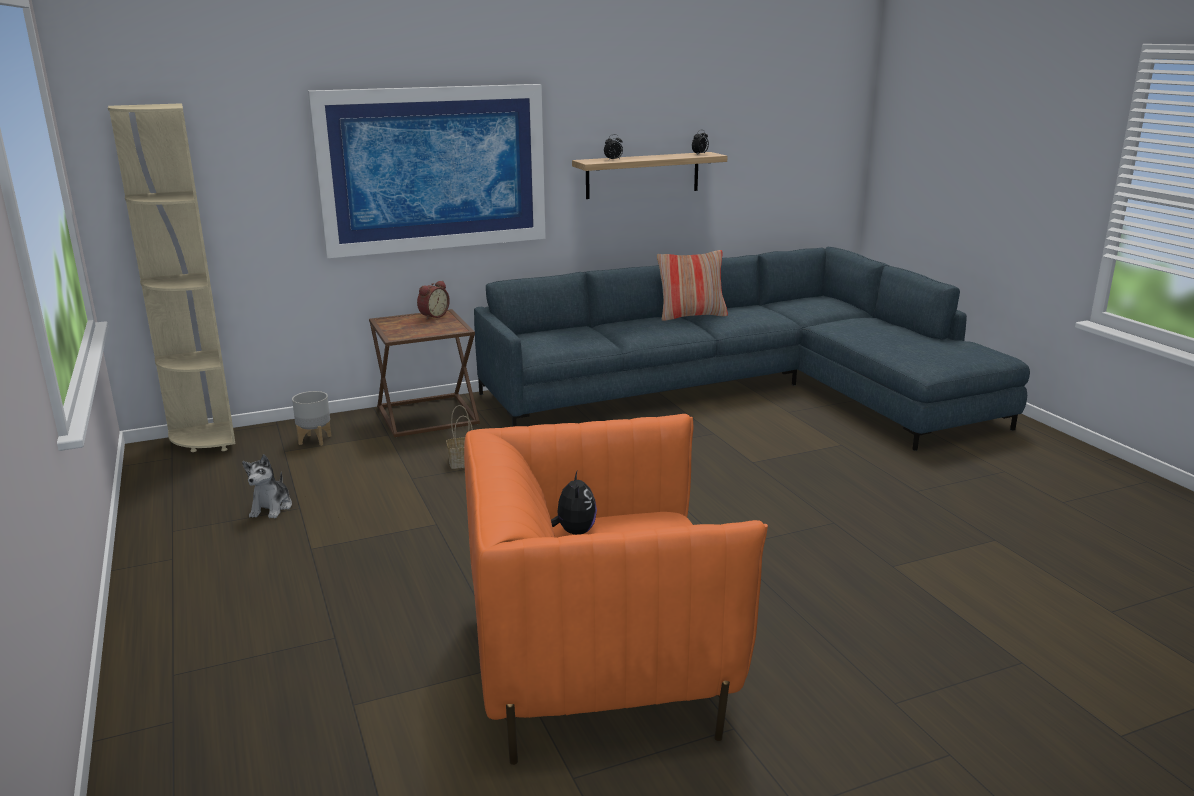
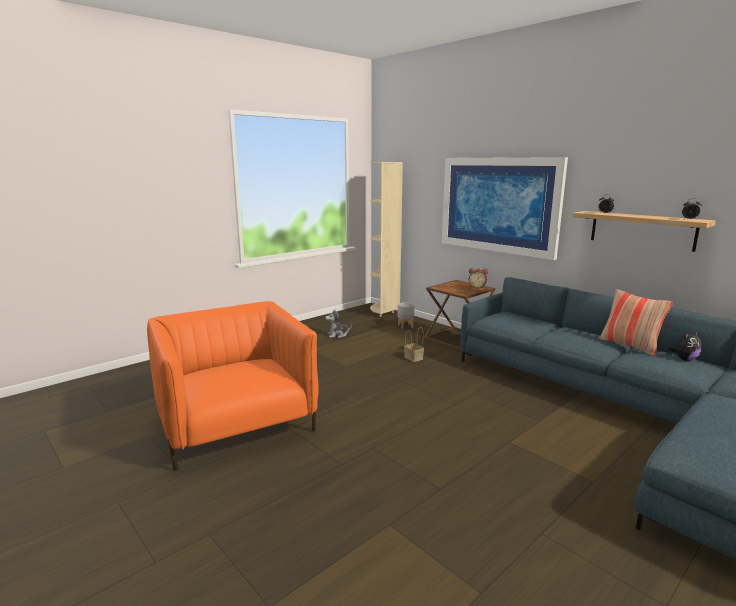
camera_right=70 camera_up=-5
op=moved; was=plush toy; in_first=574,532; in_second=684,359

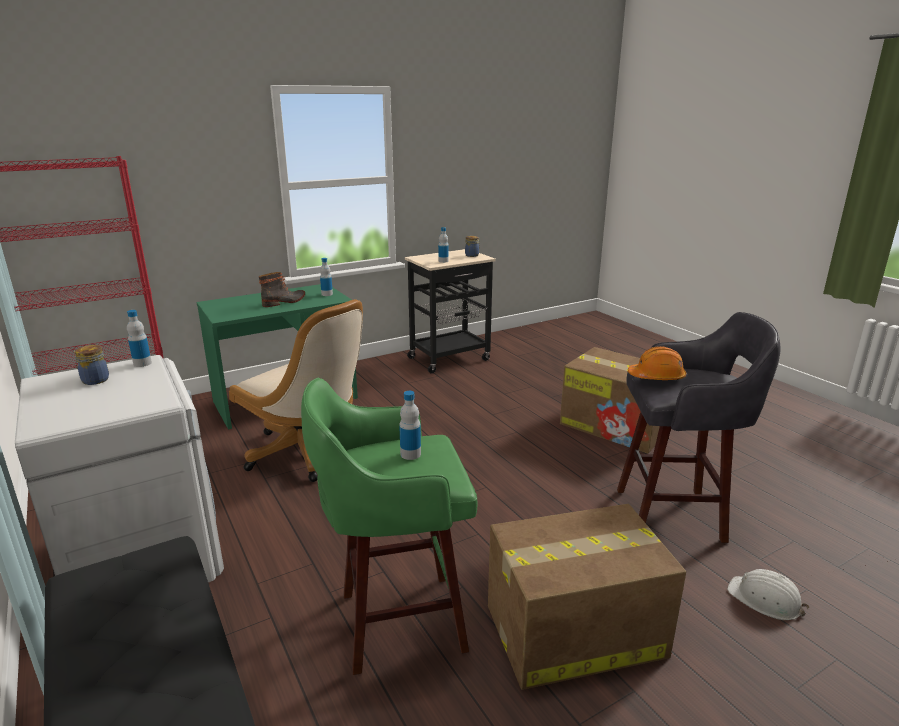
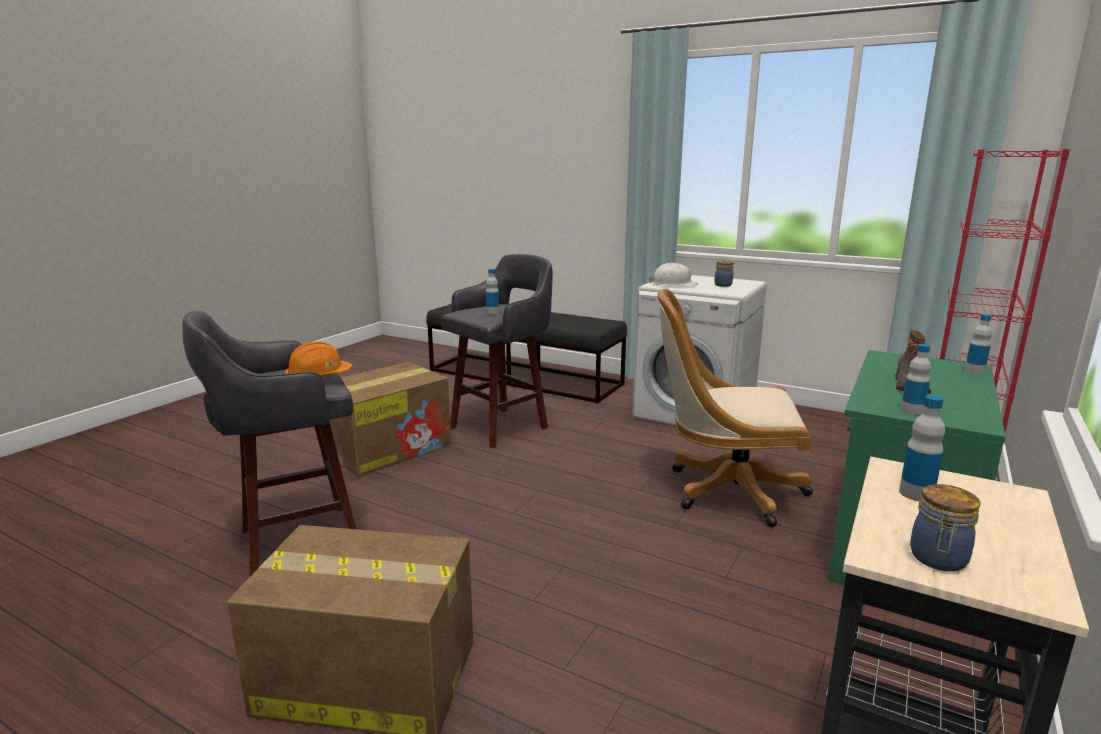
camera_right=150 camera_up=-5
op=moved; was=bottle; in_first=142,363; in_second=974,371
op=recoloured; was=stool in green; now=stool in grey; in_first=395,622; in_second=502,427
op=moved; was=hard hat in white; in_first=765,599; in_second=673,284

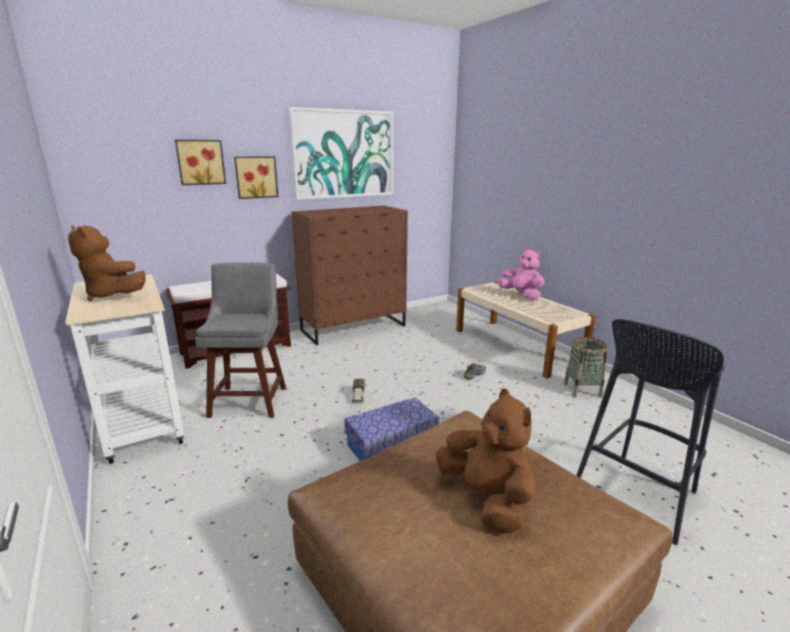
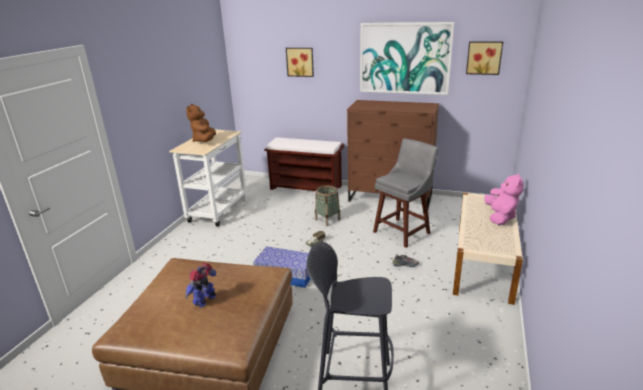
camera_right=50 camera_up=5
op=moved; was=chair in grey; in_first=250,399; in_second=403,231
op=moved; was=picture; in_first=256,177; in_second=484,57
op=replaced; was=plush toy in brown; now=toy robot; in_first=486,499; in_second=205,300
op=moved; was=basket; in_first=582,390; in_second=327,220

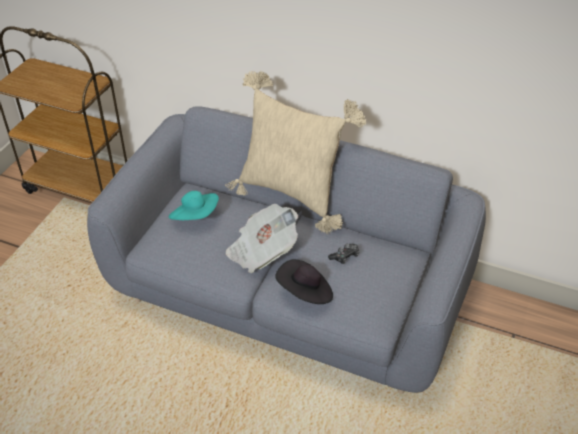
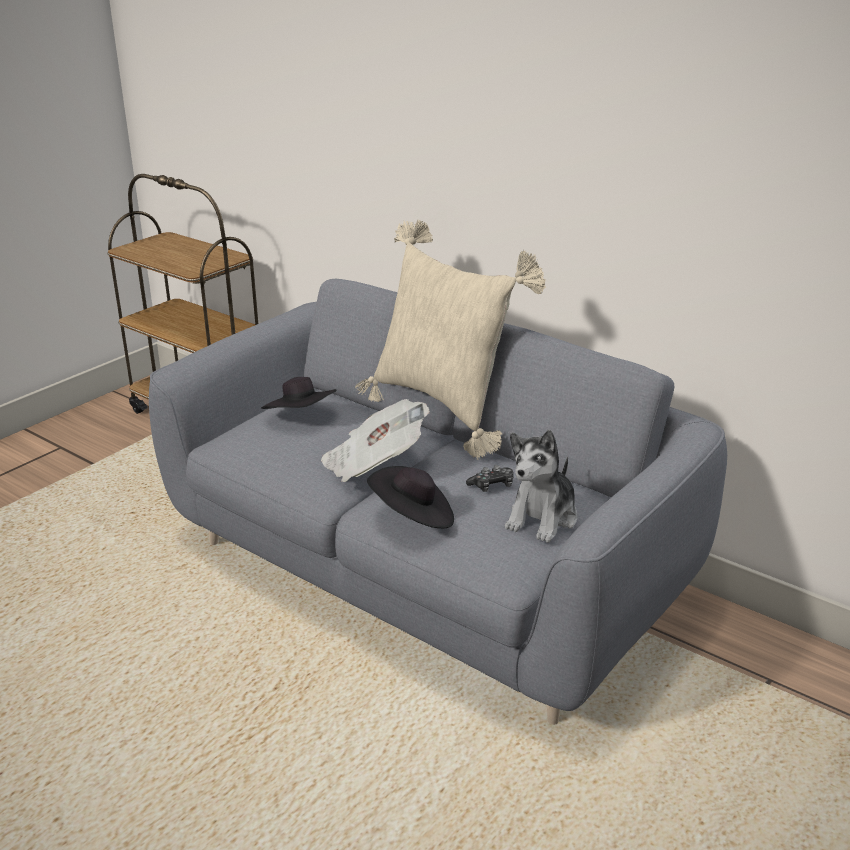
camera_right=15 camera_up=-15
op=recoloured; was=hat in turquoise; now=hat in black; in_first=195,217; in_second=301,418
op=added; now=plush toy; in_second=542,518

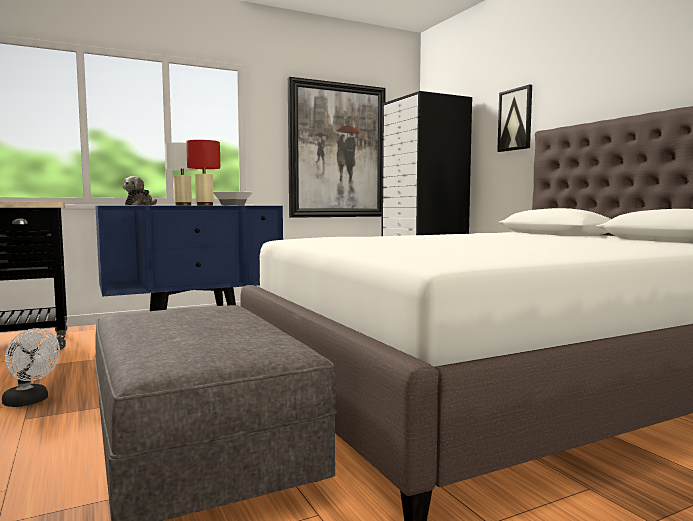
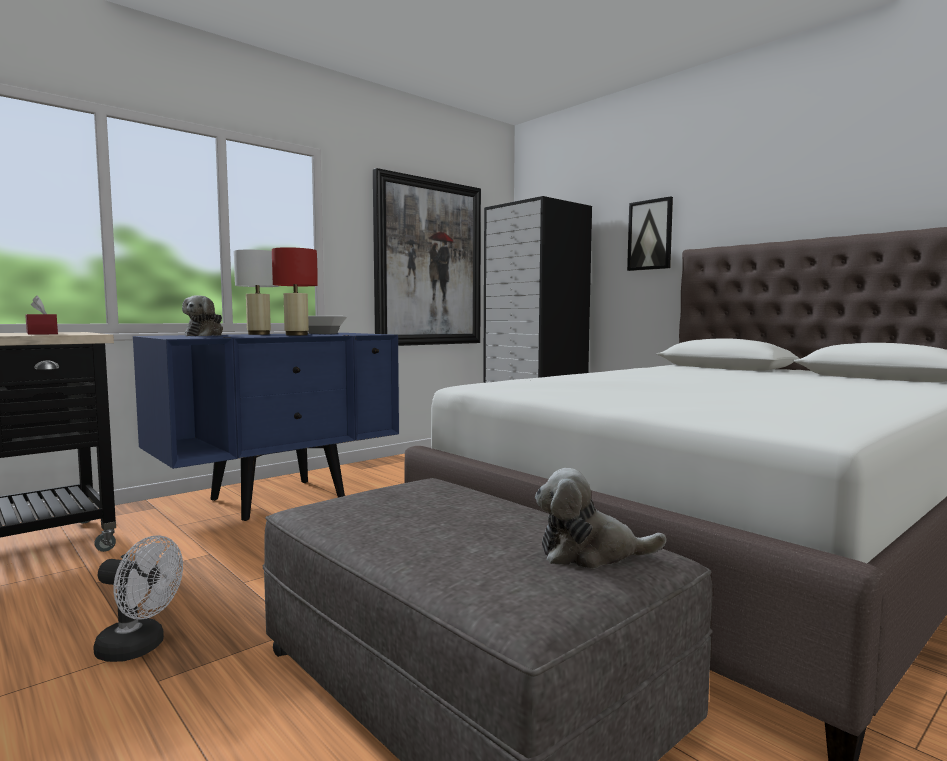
camera_right=-15 camera_up=0
op=added; now=tissue box in red; in_second=42,333
op=added; now=plush toy; in_second=590,553

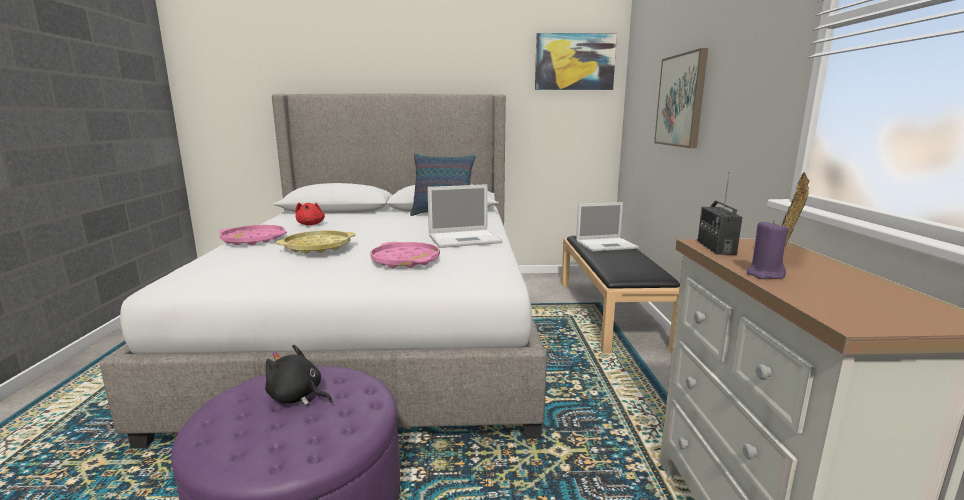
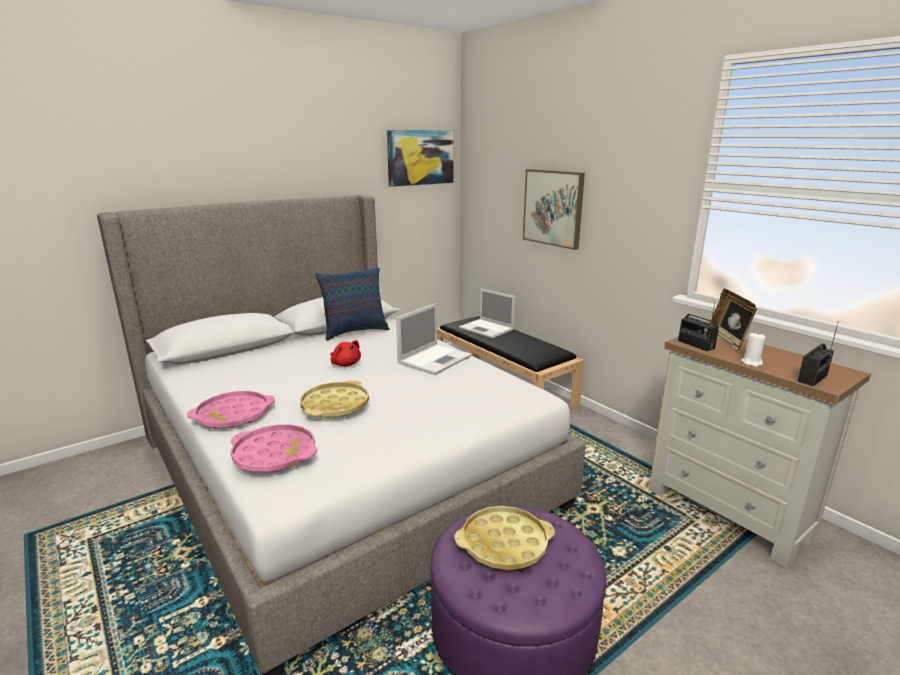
camera_right=-35 camera_up=5
op=replaced; was=plush toy in black; now=tray in yellow; in_first=297,397; in_second=504,544
op=moved; was=plush toy in red; in_first=311,224; in_second=345,364
op=moved; was=tray in pink; in_first=405,260; in_second=274,454
op=turned; was=laptop; in_first=607,245; in_second=487,329; clockwise=90
op=recoloured; was=candle in purple; now=candle in white; in_first=764,274; in_second=752,362
op=added; now=radio; in_second=812,378

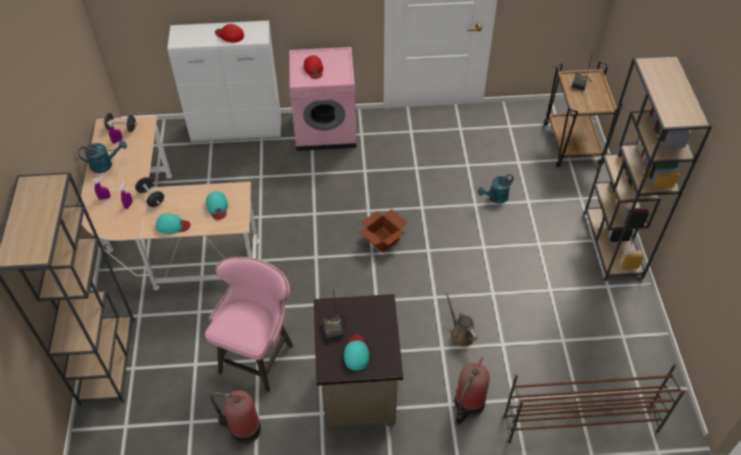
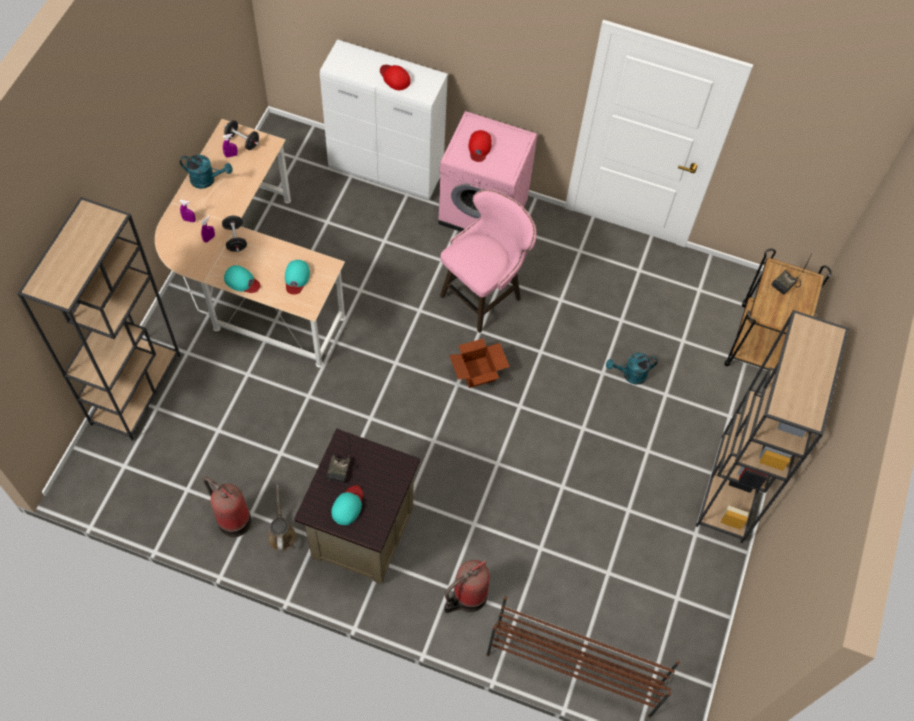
camera_right=20 camera_up=10
op=moved; was=stool in pink; in_first=258,356; in_second=483,295
op=moved; was=watering can in brown; in_first=461,333; in_second=281,533

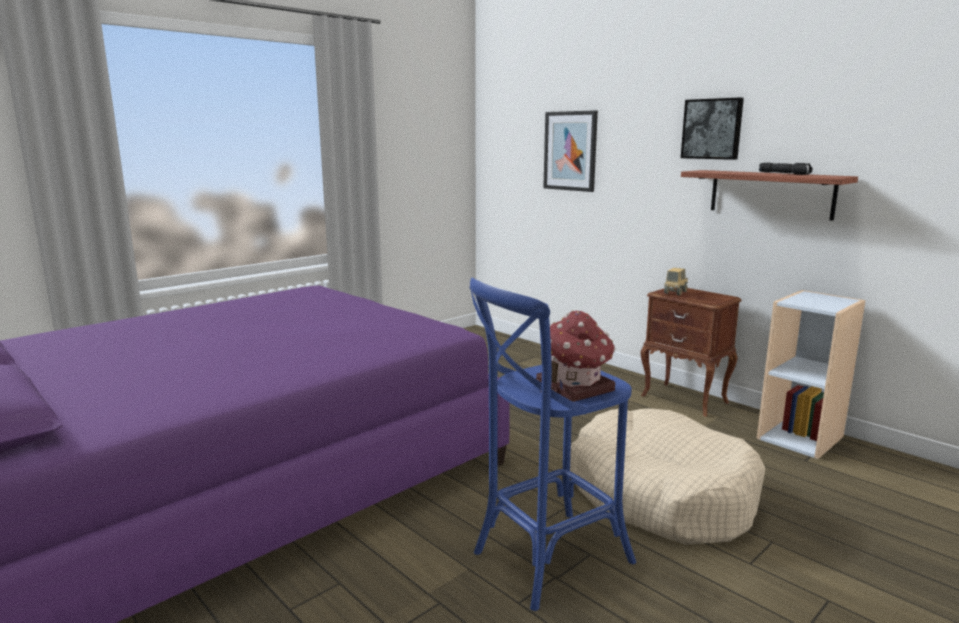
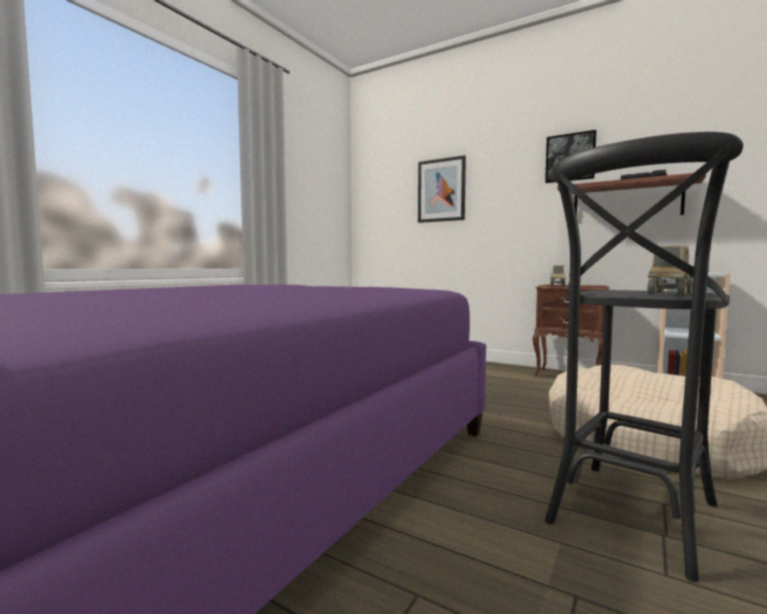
camera_right=-15 camera_up=-10
op=recoloured; was=stool in blue; now=stool in black; in_first=546,559; in_second=629,516
op=replaced; was=toy house; now=toy truck; in_first=575,388; in_second=669,294

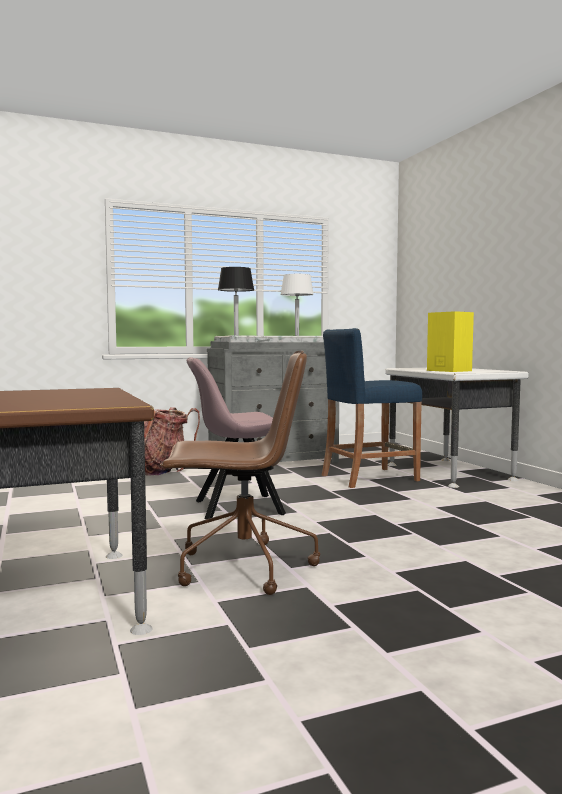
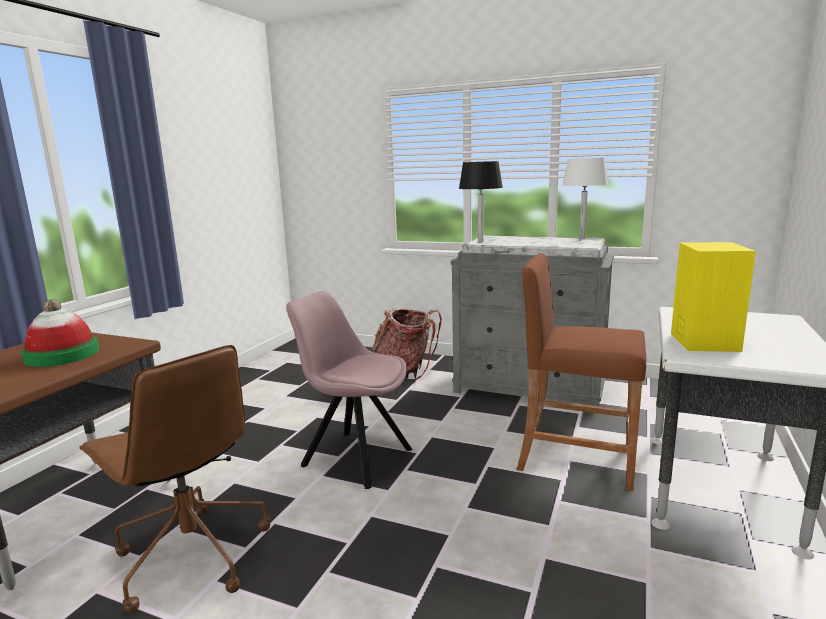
camera_right=45 camera_up=10
op=recoloured; was=stool in blue; now=stool in brown; in_first=369,478; in_second=576,458
op=added; now=hat; in_second=62,355

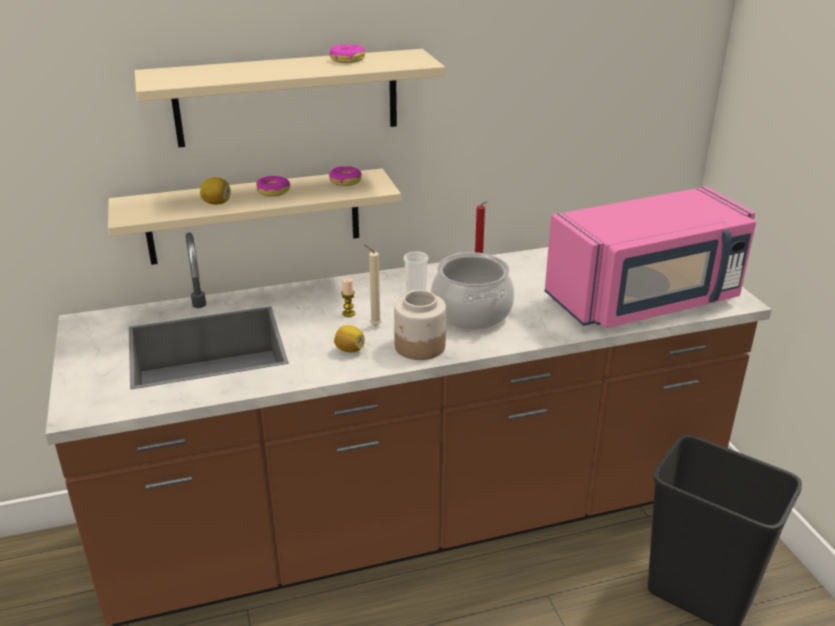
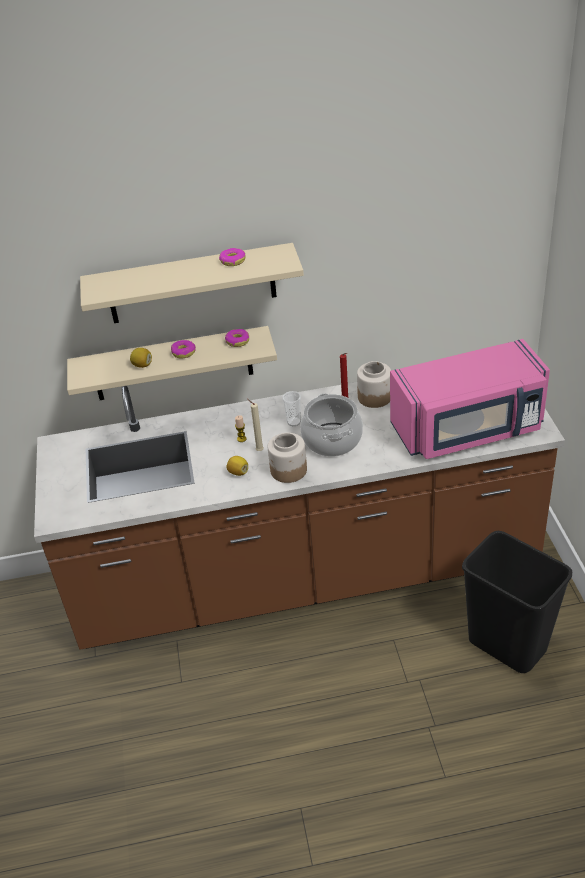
camera_right=10 camera_up=10
op=added; now=jar; in_second=374,397

